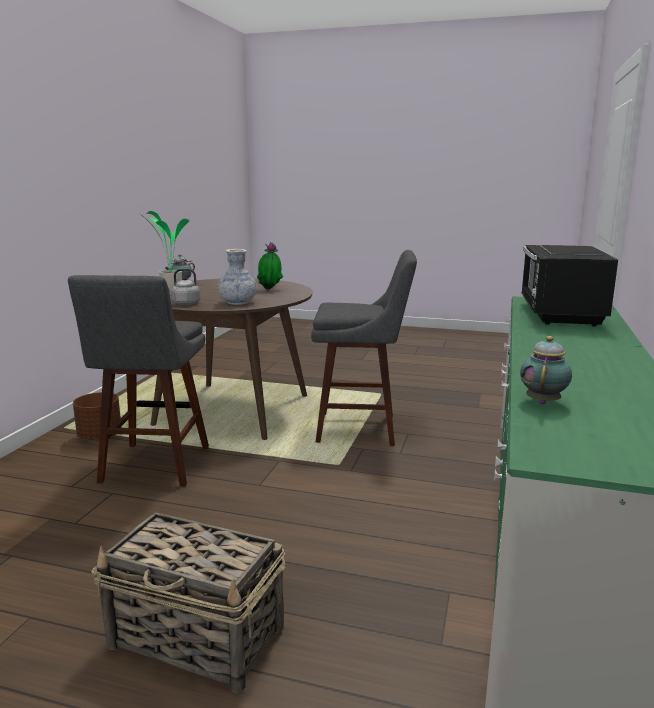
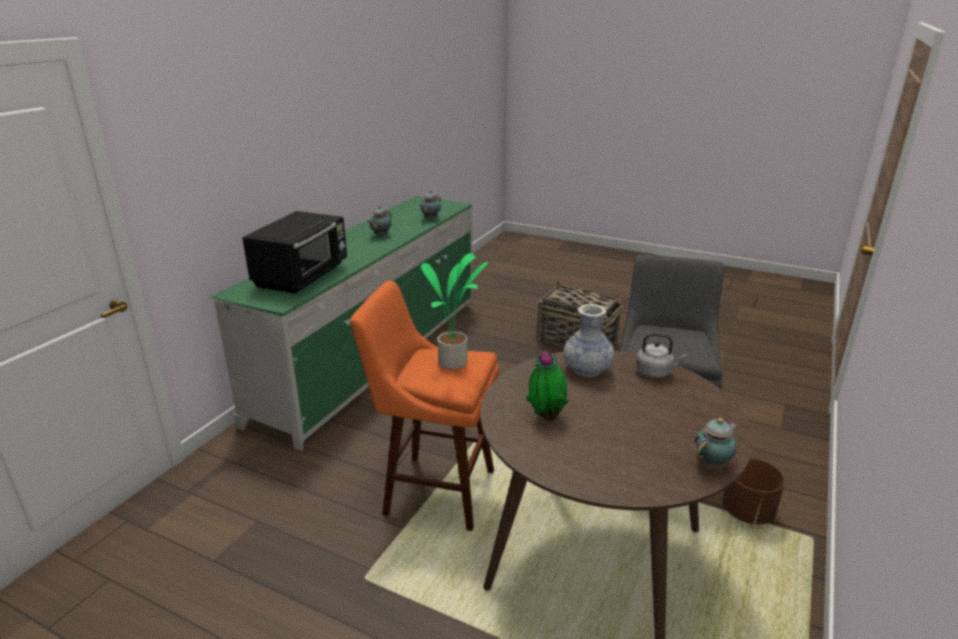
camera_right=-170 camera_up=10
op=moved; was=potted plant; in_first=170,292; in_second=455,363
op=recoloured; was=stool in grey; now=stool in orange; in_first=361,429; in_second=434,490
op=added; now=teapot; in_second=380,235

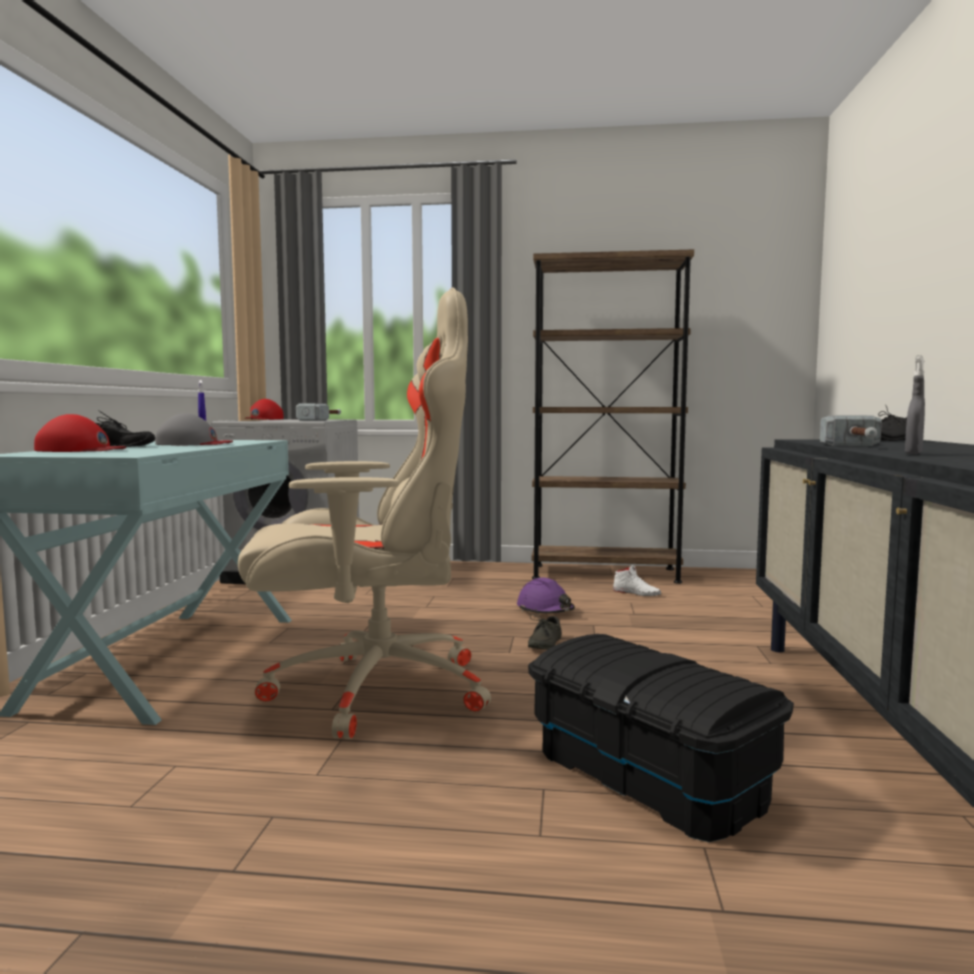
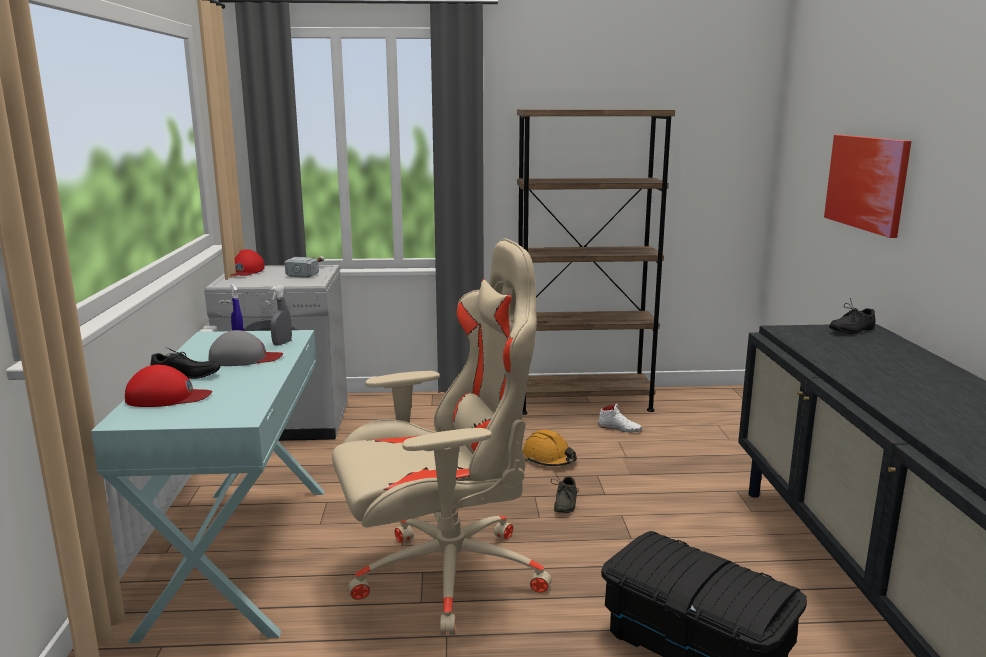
camera_right=-10 camera_up=10
op=recoloured; was=hard hat in purple; now=hard hat in orange; in_first=545,610; in_second=549,459
op=removed; was=hammer; in_first=856,446
op=moved; was=spray bottle in grey; in_first=913,453; in_second=282,343
op=added; now=picture; in_second=866,183

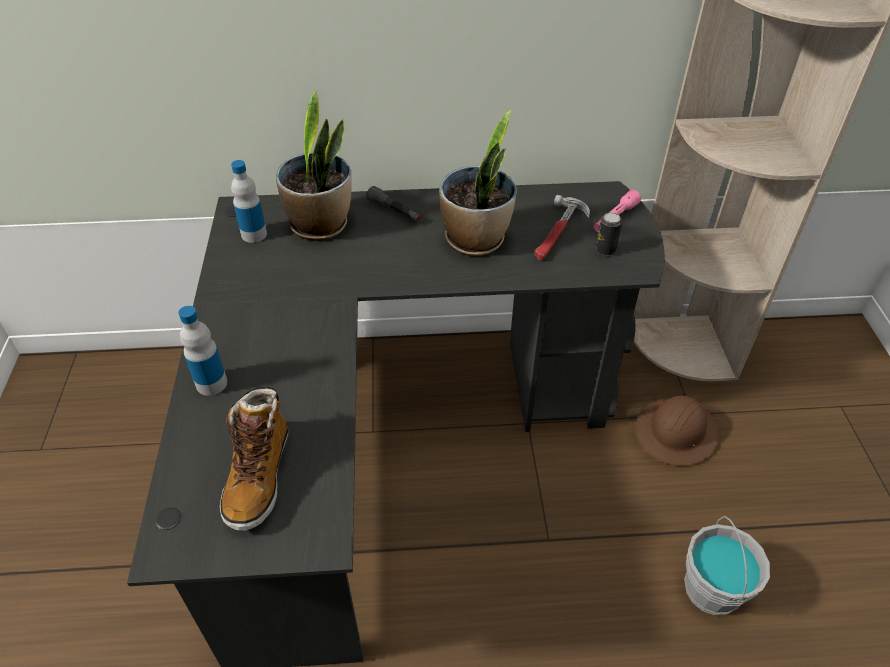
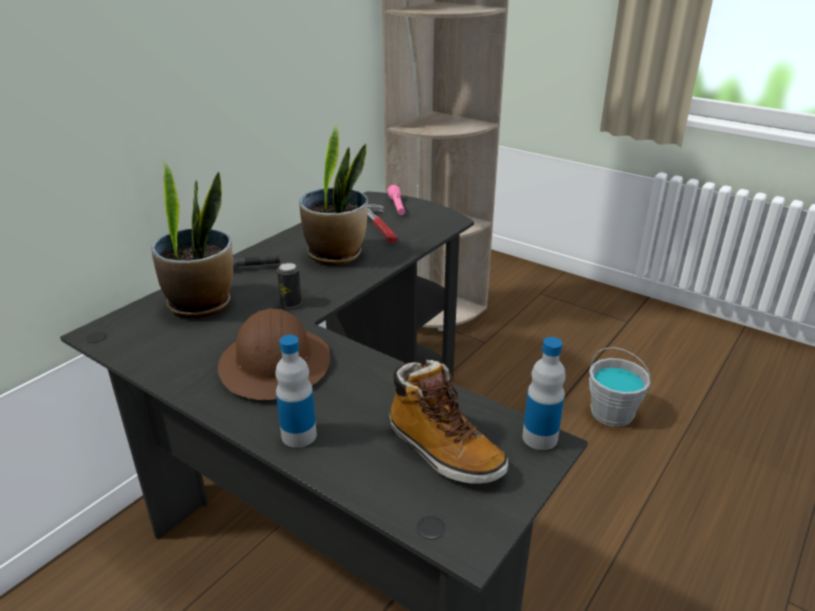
camera_right=-50 camera_up=-15
op=moved; was=bottle; in_first=254,234; in_second=540,438
op=moved; was=can; in_first=605,250; in_second=291,303
op=moved; was=hard hat in brown; in_first=676,433; in_second=276,365

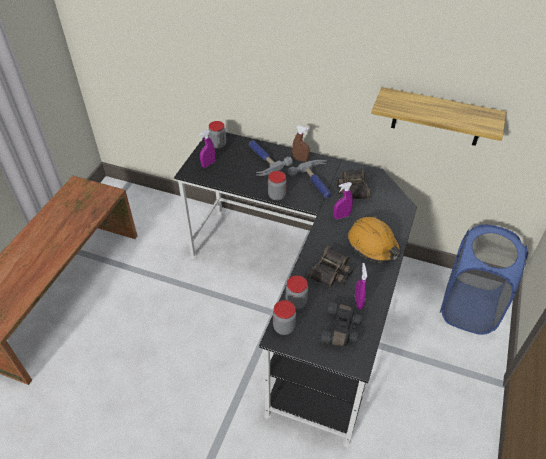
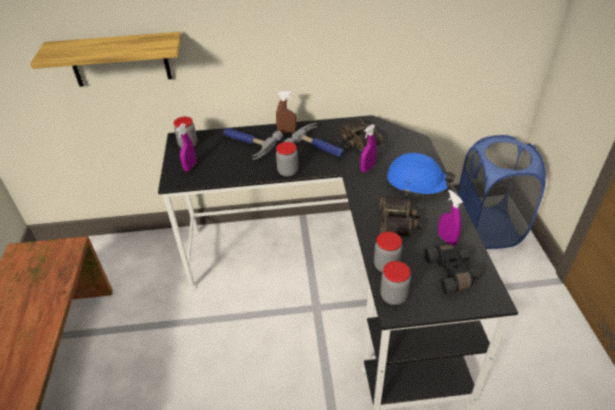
camera_right=-25 camera_up=-5
op=recoloured; was=hard hat in orange; now=hard hat in blue; in_first=373,245; in_second=418,183
op=moved; was=shelf; in_first=437,117; in_second=119,60

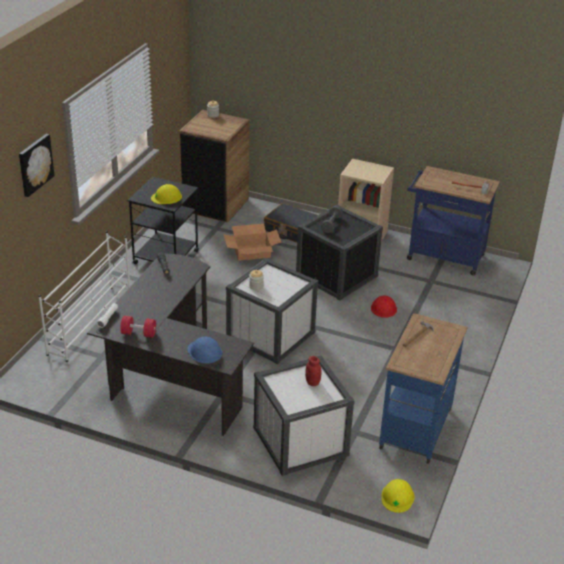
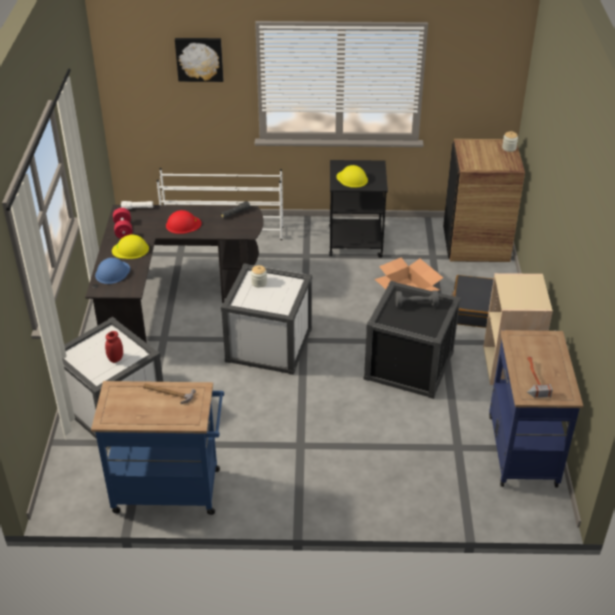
camera_right=70 camera_up=5
op=moved; was=hard hat in red; in_first=383,308; in_second=183,224
op=moved; was=hard hat in yellow; in_first=397,497; in_second=130,249

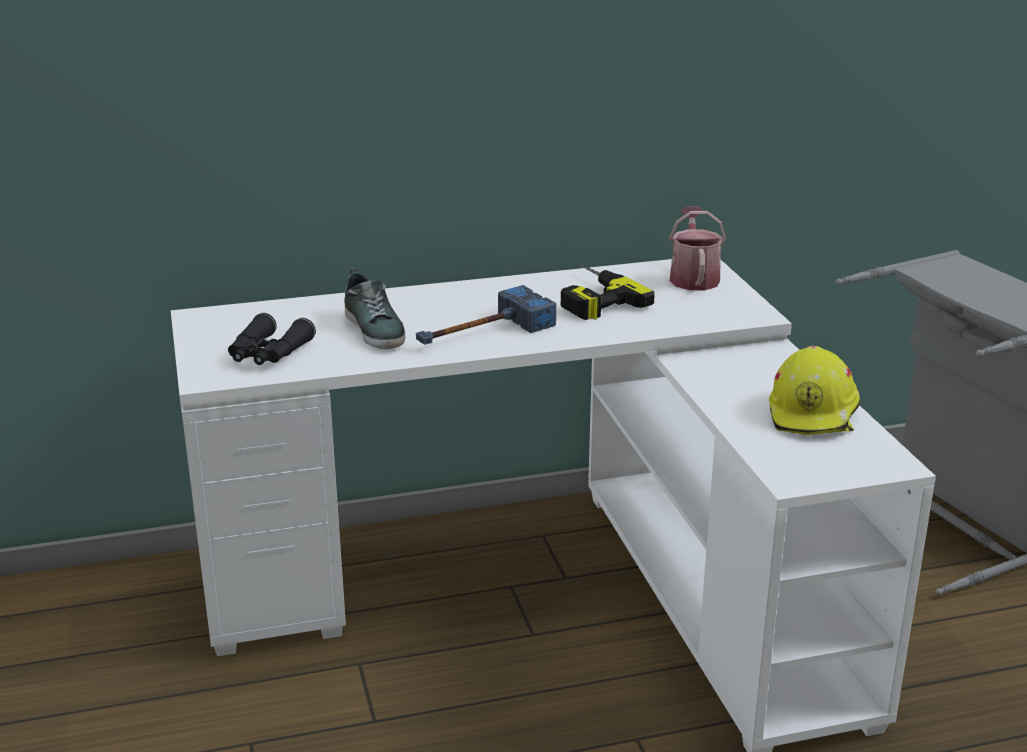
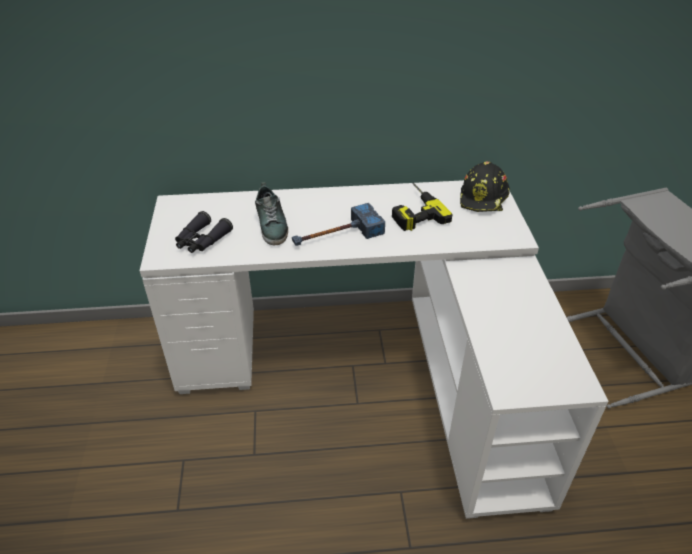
camera_right=10 camera_up=15
op=replaced; was=watering can; now=hard hat in black; in_first=693,277; in_second=484,198
op=removed; was=hard hat in yellow; in_first=814,414

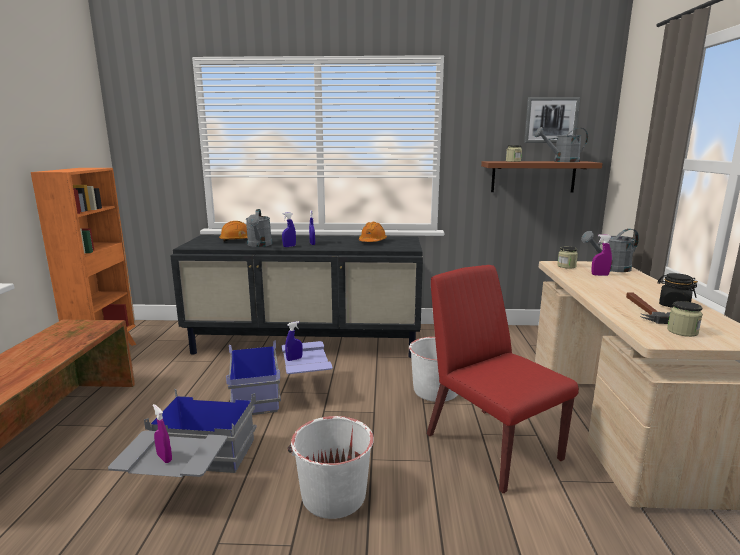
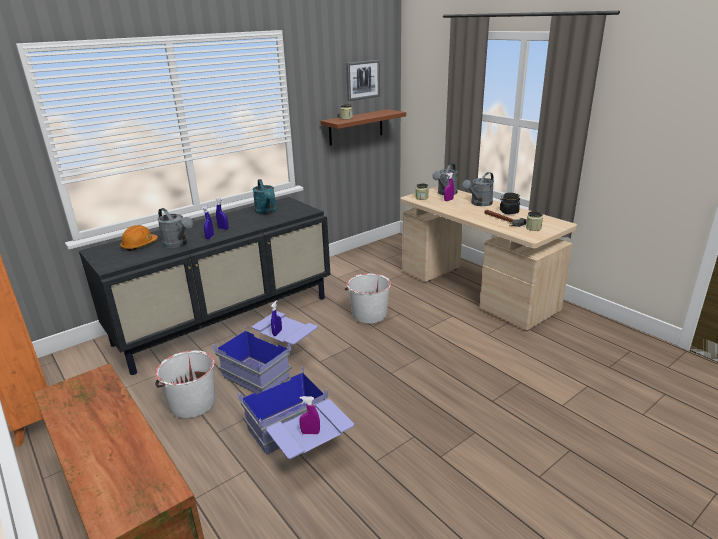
camera_right=-40 camera_up=10
op=recoloured; was=storage box in grey; now=storage box in blue; in_first=193,474; in_second=299,443
op=moved; was=bucket in white; in_first=333,495; in_second=192,403
op=replaced; was=hard hat in orange; now=watering can in turquoise; in_first=372,241; in_second=267,212
op=removed; was=chair in red; in_first=491,446
op=moved; was=watering can in grey; in_first=561,161; in_second=479,204

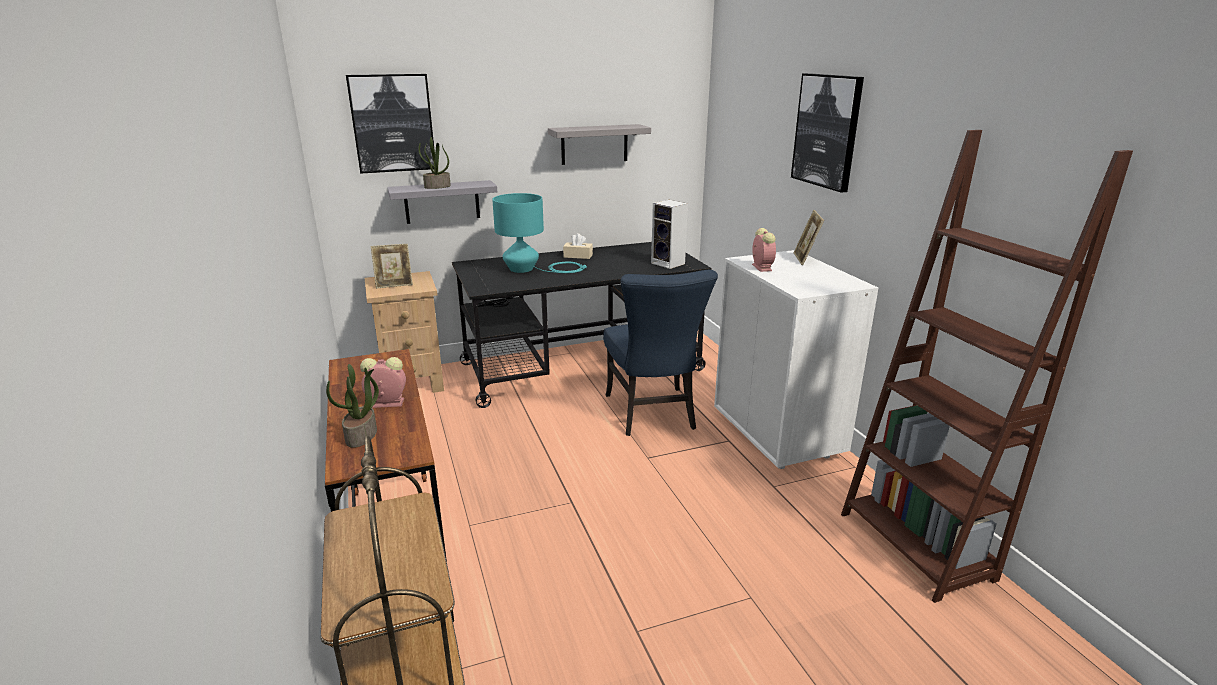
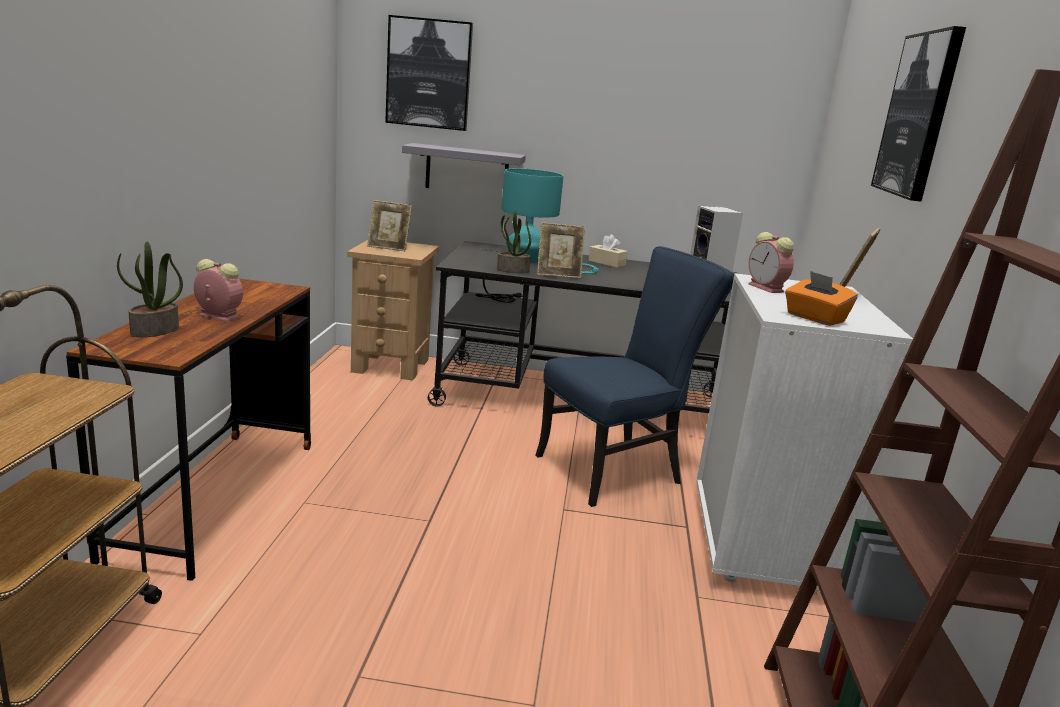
camera_right=25 camera_up=-5
op=moved; was=potted plant; in_first=437,187; in_second=512,270
op=removed; was=shelf in grey; in_first=594,144
op=turned; was=chair in blue; in_first=653,414; in_second=617,469; clockwise=-135
op=turned; was=alarm clock; in_first=761,267; in_second=767,288; clockwise=135
op=added; now=picture frame; in_second=558,275
op=added; now=tissue box in orange; in_second=814,318

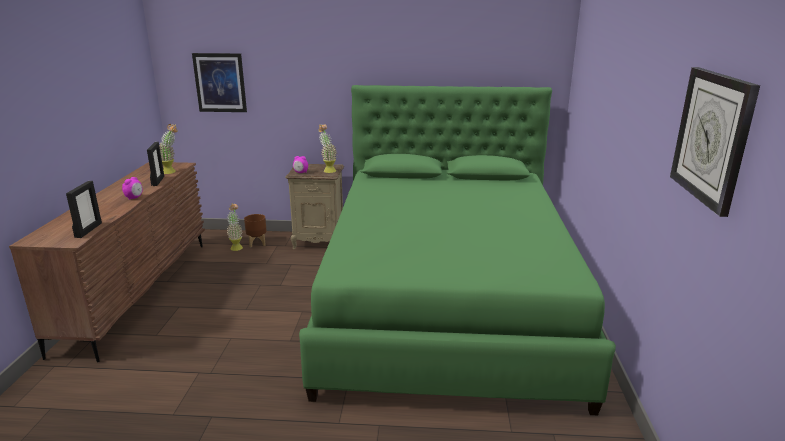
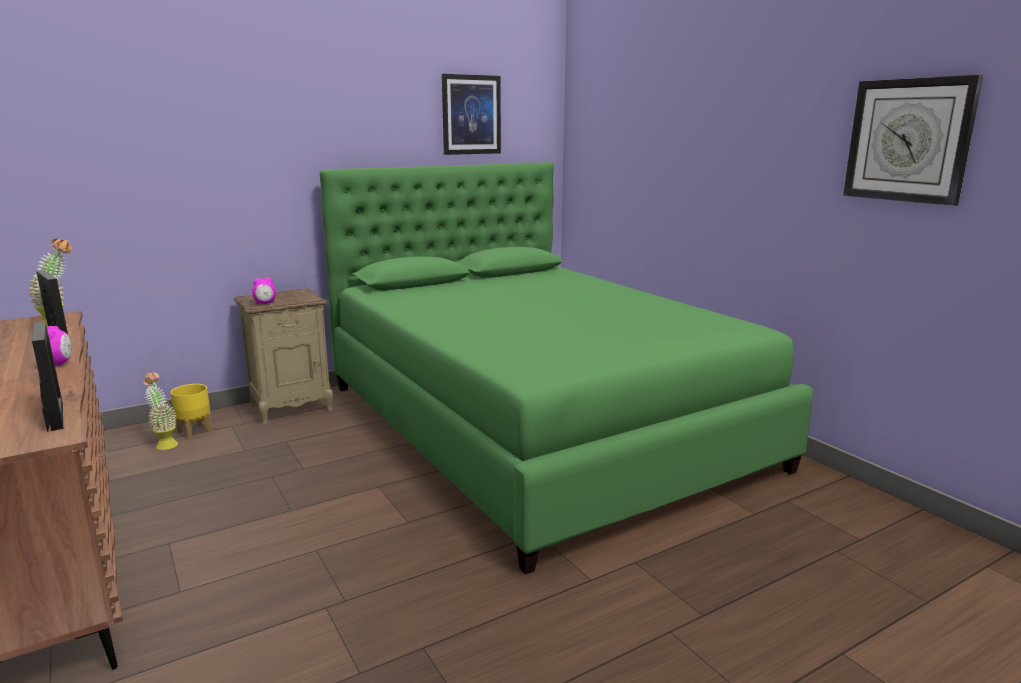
camera_right=-35 camera_up=-5
op=moved; was=picture; in_first=220,82; in_second=471,115
op=recoloured; was=planter in brown; now=planter in yellow; in_first=256,243; in_second=194,432
op=removed; was=potted plant; in_first=327,170

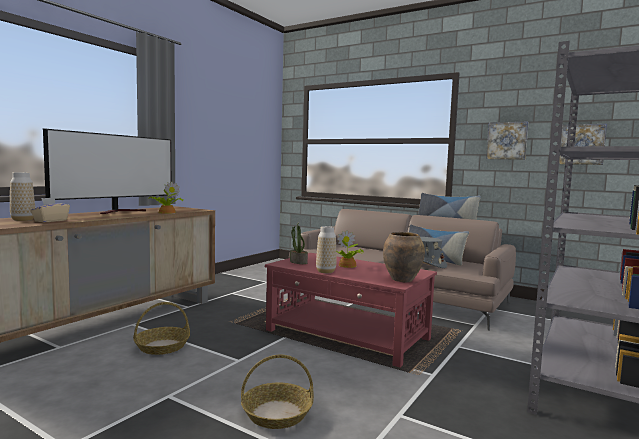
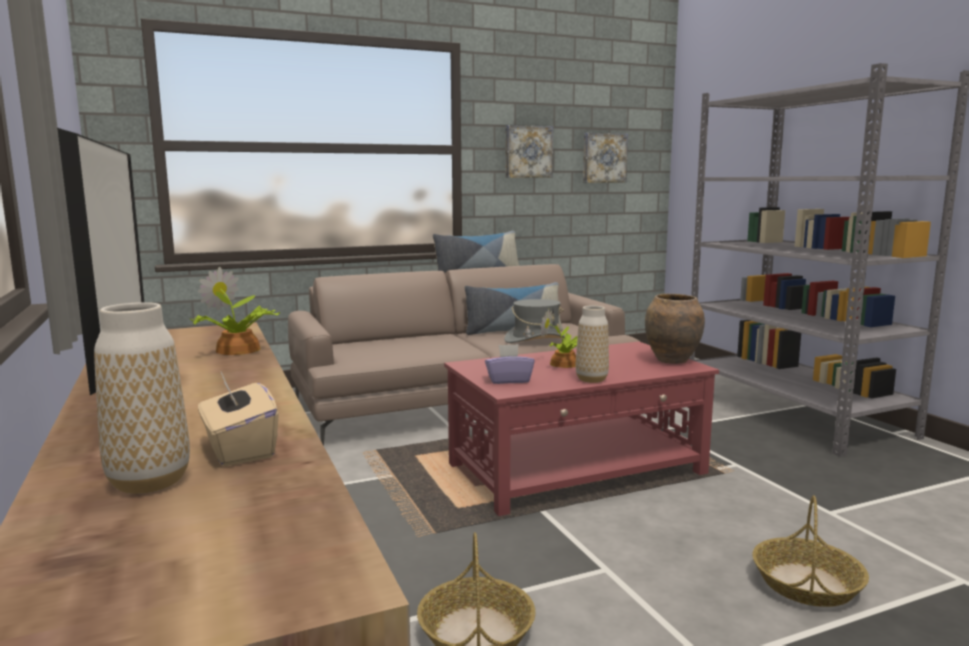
camera_right=-55 camera_up=5
op=replaced; was=potted plant; now=tissue box in purple; in_first=298,262; in_second=509,380

